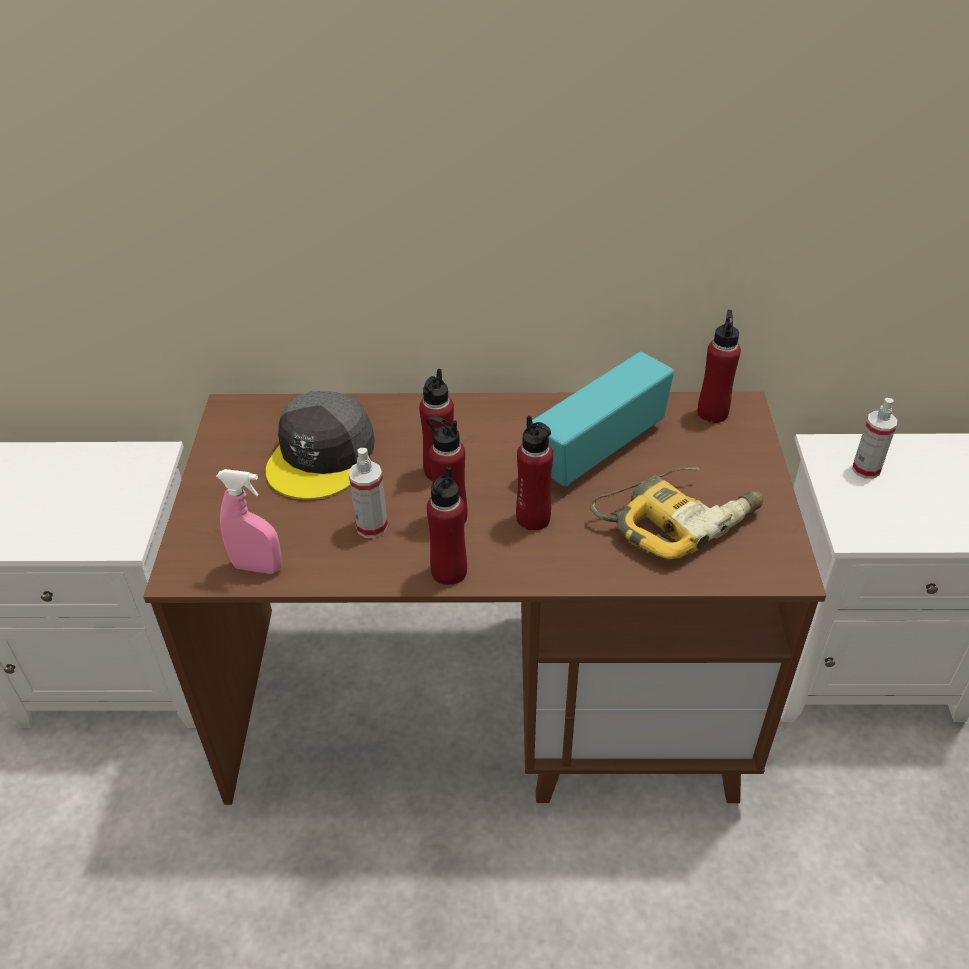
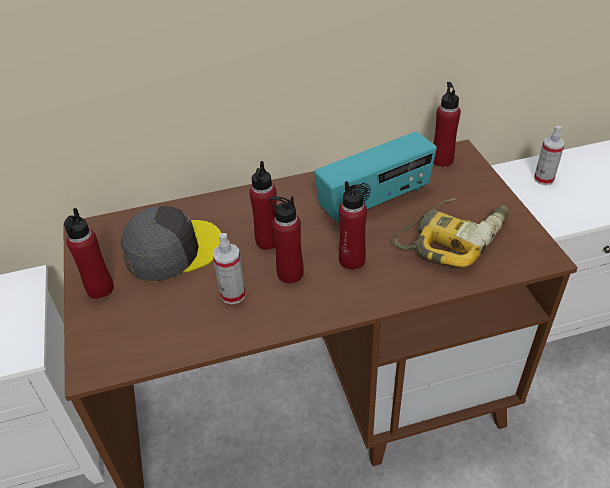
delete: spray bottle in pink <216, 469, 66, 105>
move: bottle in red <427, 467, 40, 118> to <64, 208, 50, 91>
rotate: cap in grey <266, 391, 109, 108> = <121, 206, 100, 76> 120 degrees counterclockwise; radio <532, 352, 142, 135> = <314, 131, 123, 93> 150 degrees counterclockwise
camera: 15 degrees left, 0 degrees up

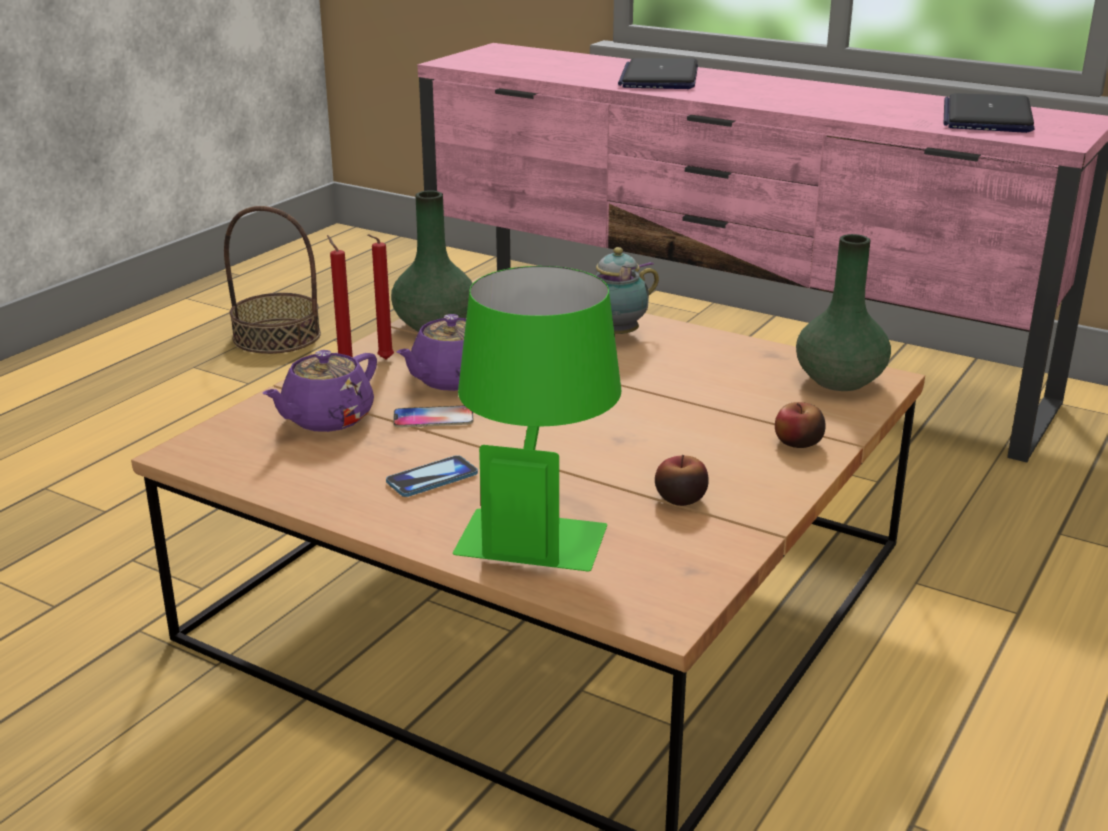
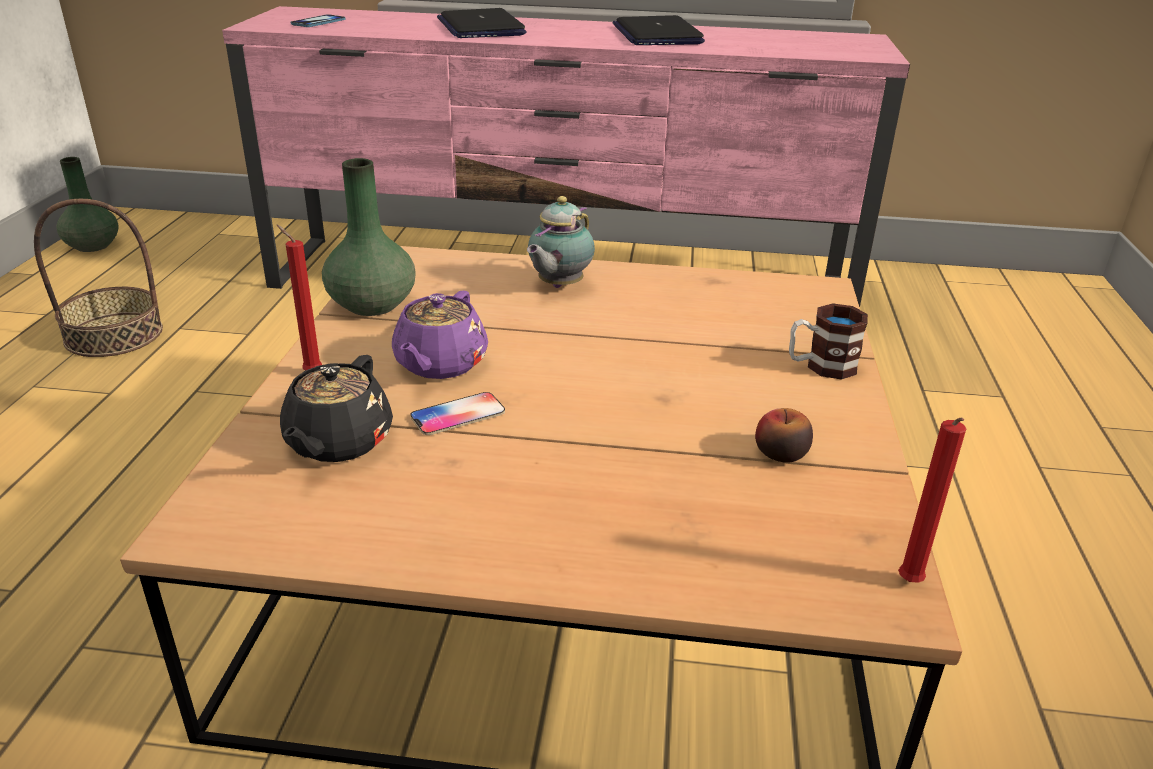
delete: table lamp in green <453, 266, 168, 305>
move: candle in red <367, 234, 27, 125> to <898, 418, 68, 165>; phone <386, 455, 92, 42> to <291, 14, 55, 13>; vase in green <796, 234, 95, 157> to <56, 157, 63, 95>; laptop <943, 93, 91, 40> to <612, 15, 93, 30>
replace: apple <775, 402, 51, 46> to mug <789, 303, 79, 76>
recolor: teapot in purple <263, 350, 114, 82> to teapot in black <280, 355, 113, 107>
camera: 25 degrees left, 5 degrees up

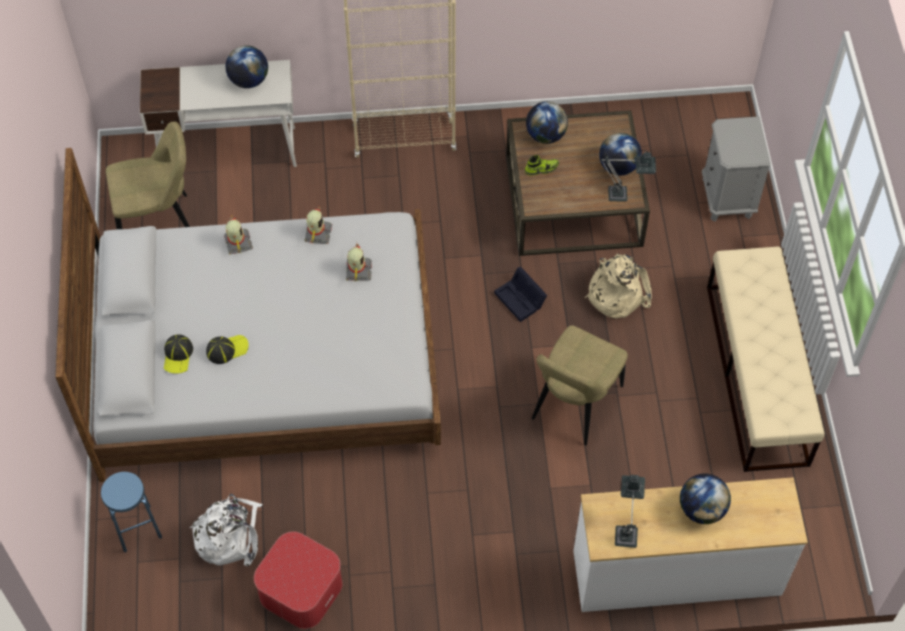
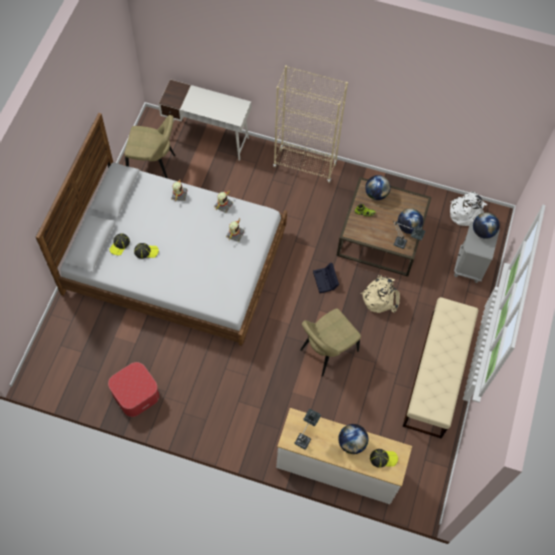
delete: stool in blue <101, 472, 61, 81>
insert: cap <370, 449, 28, 19>
move: backpack in white <190, 494, 72, 73> to <450, 192, 38, 34>; globe <225, 45, 43, 43> to <473, 212, 27, 27>
camera: 20 degrees right, 5 degrees up

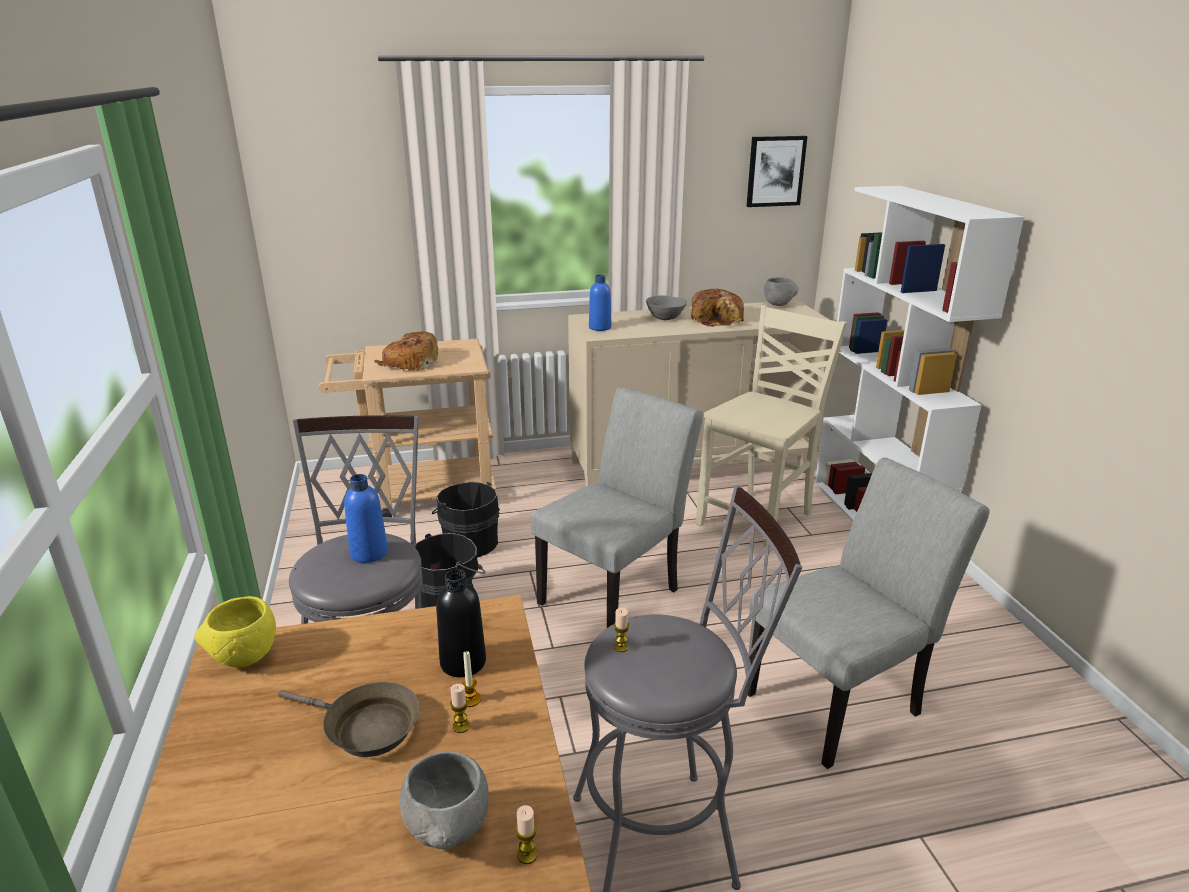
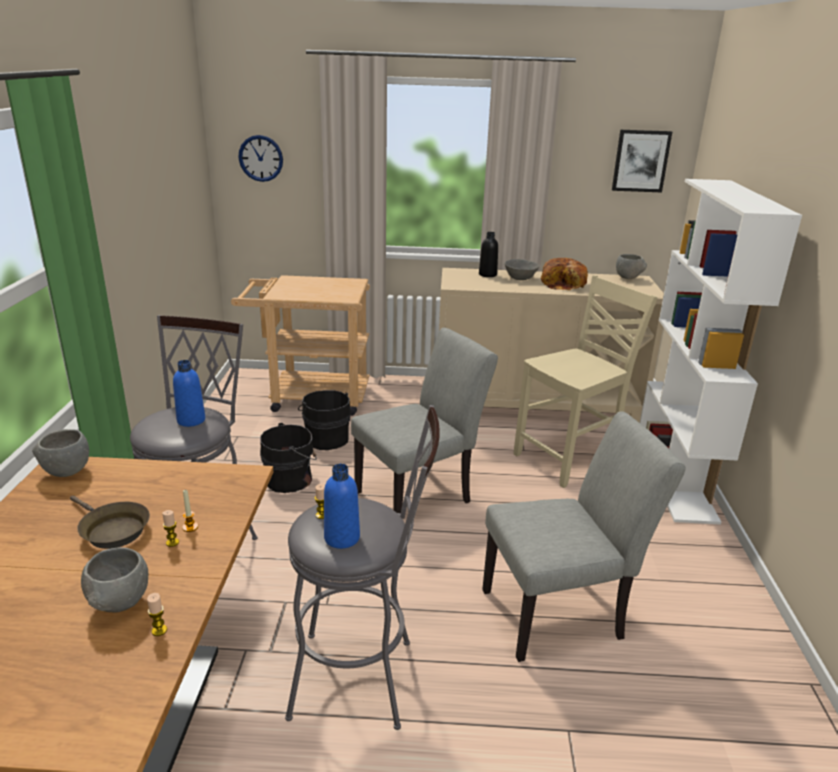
delete: bread <374, 331, 64, 40>
insert: wall clock <238, 135, 45, 47>
move: bottle in black <436, 569, 50, 108> to <479, 232, 19, 45>; bottle in blue <589, 275, 22, 56> to <324, 464, 36, 85>
recolor: bowl in yellow <194, 596, 82, 71> to bowl in grey <32, 429, 57, 48>
camera: 15 degrees right, 0 degrees up

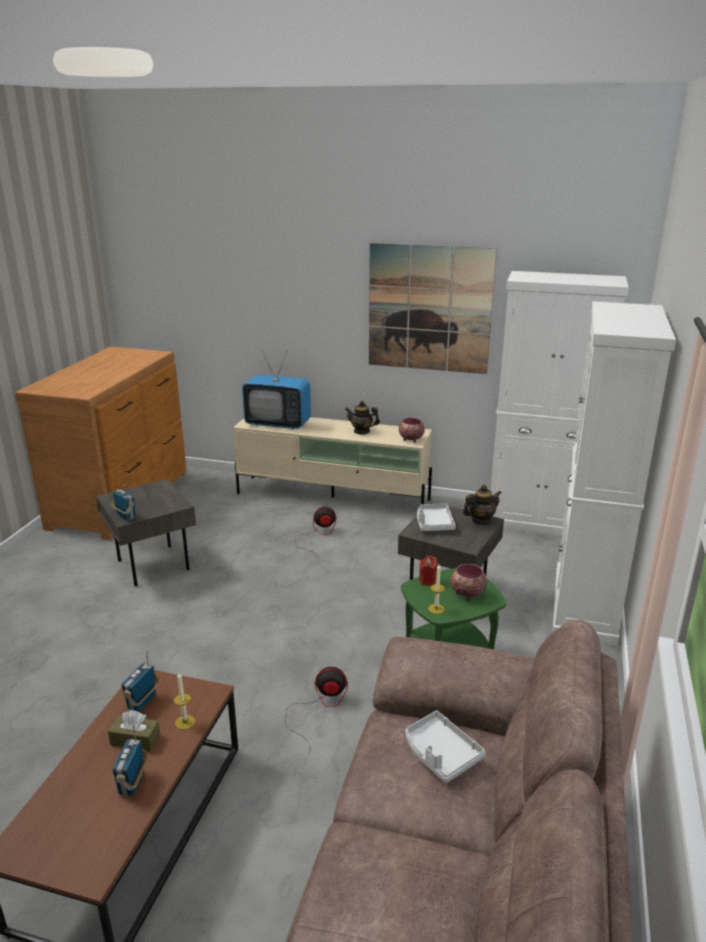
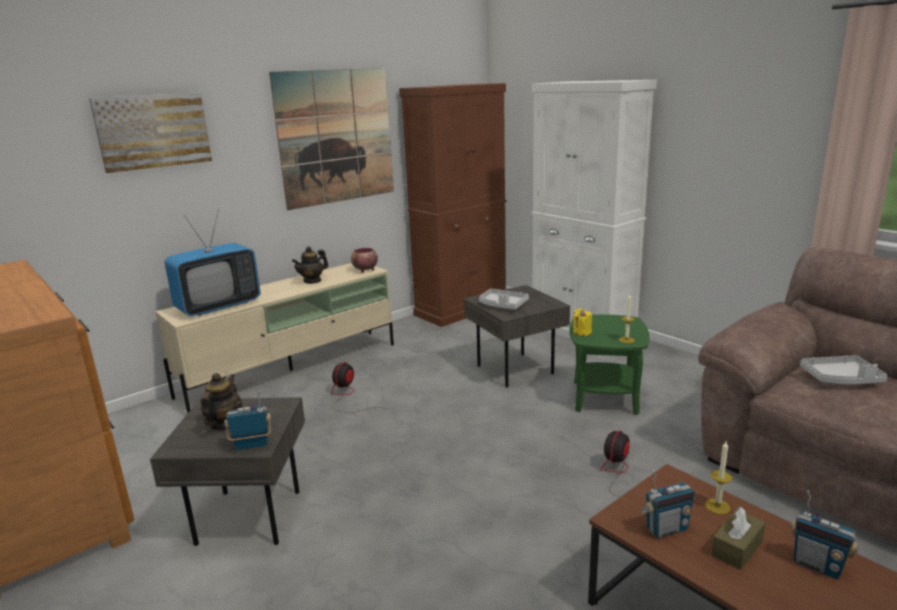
delete: bowl <451, 564, 36, 37>
insert: picture <89, 93, 123, 80>
move: teapot <463, 485, 39, 39> to <201, 373, 41, 58>
recolor: candle in red <419, 556, 19, 30> to candle in yellow <573, 308, 19, 28>; cabinet in white <491, 271, 138, 265> to cabinet in brown <399, 83, 107, 244>
rotate: radio <122, 650, 38, 62> = <640, 470, 55, 68> 75 degrees counterclockwise
camera: 55 degrees left, 5 degrees down

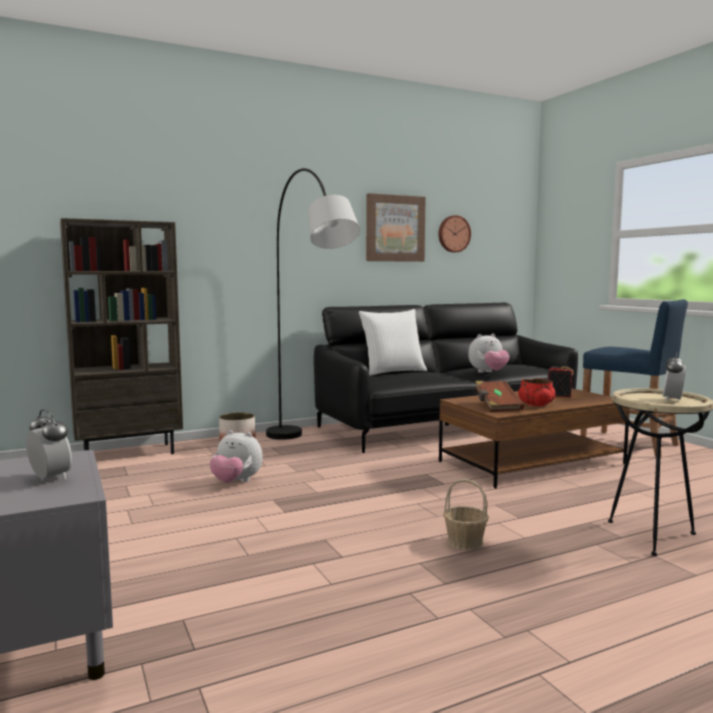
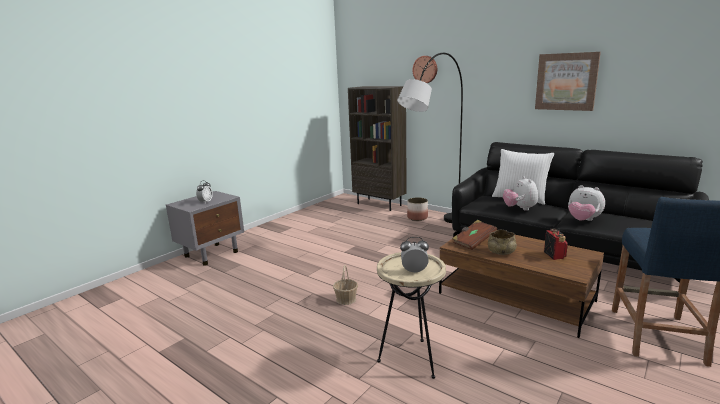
move: plush toy <210, 430, 53, 53> to <503, 176, 35, 35>; wall clock <439, 215, 32, 37> to <413, 56, 24, 27>
recolor: bowl in red <518, 379, 37, 27> to bowl in beige <488, 230, 29, 25>
camera: 65 degrees right, 10 degrees up

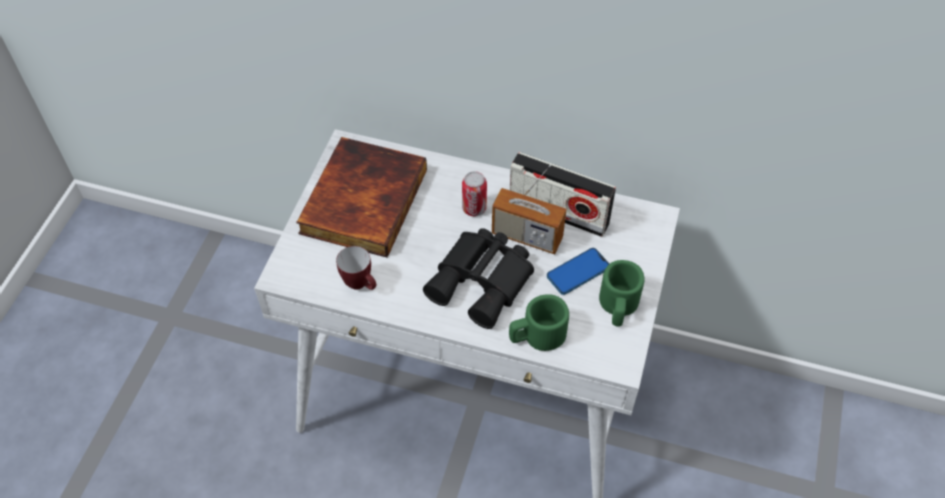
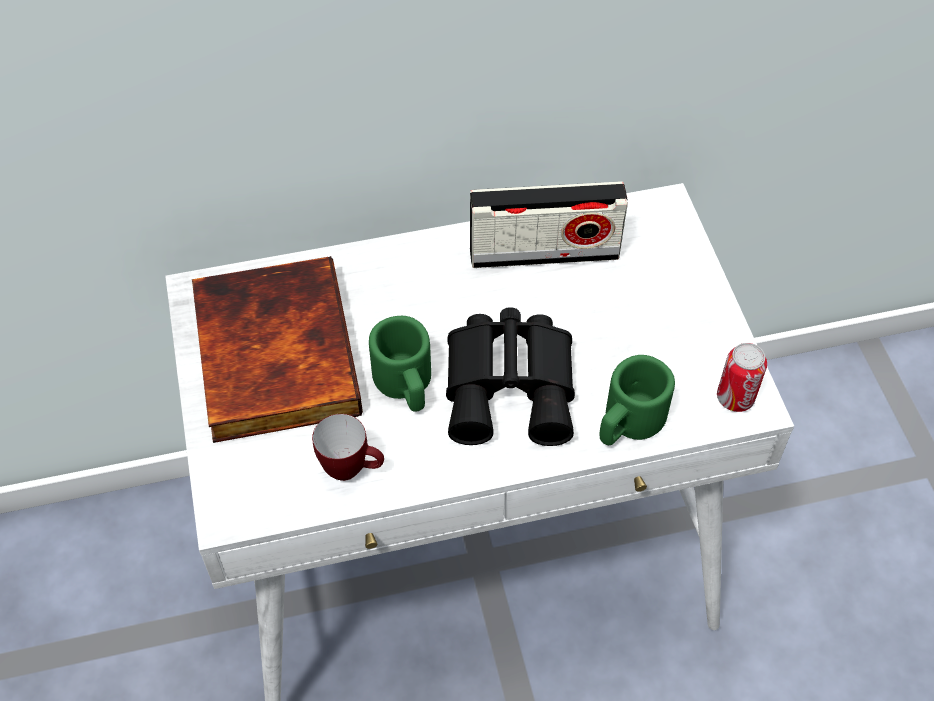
delete: radio <492, 165, 75, 89>; phone <547, 248, 62, 47>
move: can <462, 171, 25, 45> to <717, 343, 50, 69>; mug in green <599, 260, 45, 66> to <369, 316, 62, 96>
camera: 30 degrees left, 0 degrees up

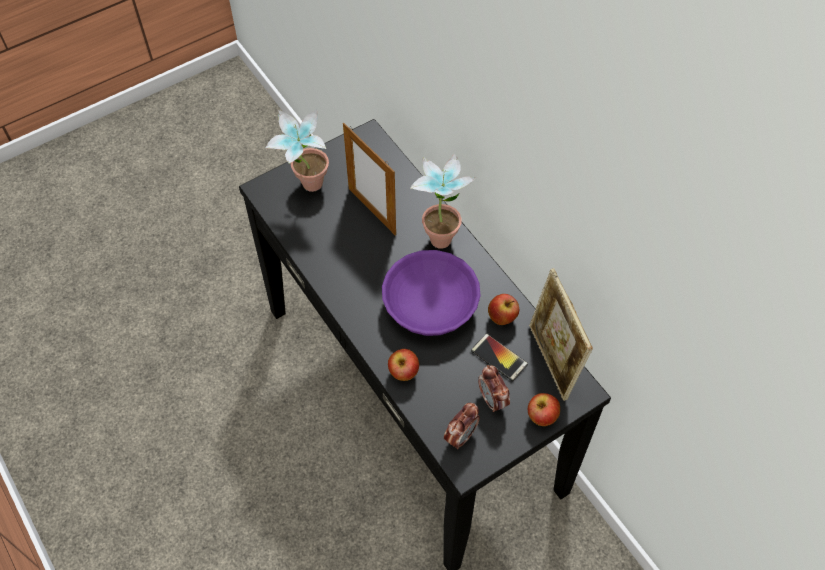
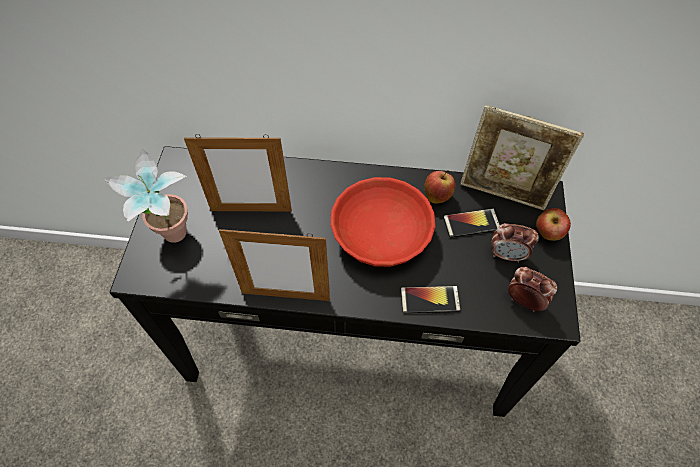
delete: potted plant <410, 154, 66, 95>
insert: picture frame <219, 227, 111, 74>
replace: apple <388, 349, 31, 32> to phone <400, 286, 61, 27>
recolor: bowl in purple <382, 250, 99, 86> to bowl in red <330, 177, 105, 90>
rotate: alarm clock <444, 403, 36, 46> = <508, 267, 49, 45> 45 degrees counterclockwise
camera: 50 degrees left, 0 degrees up

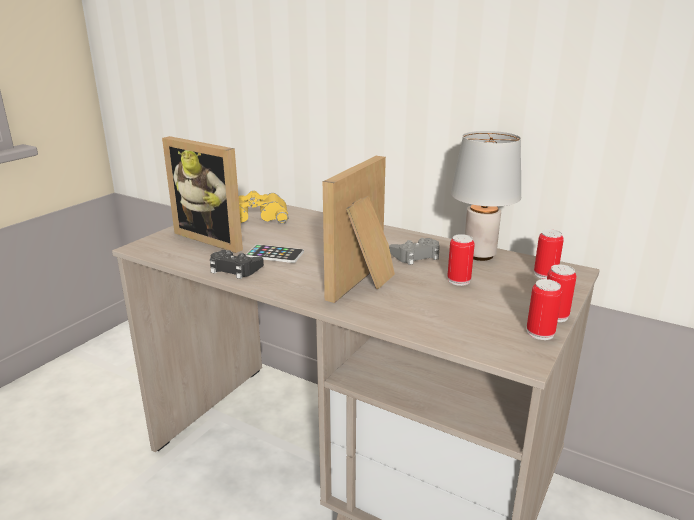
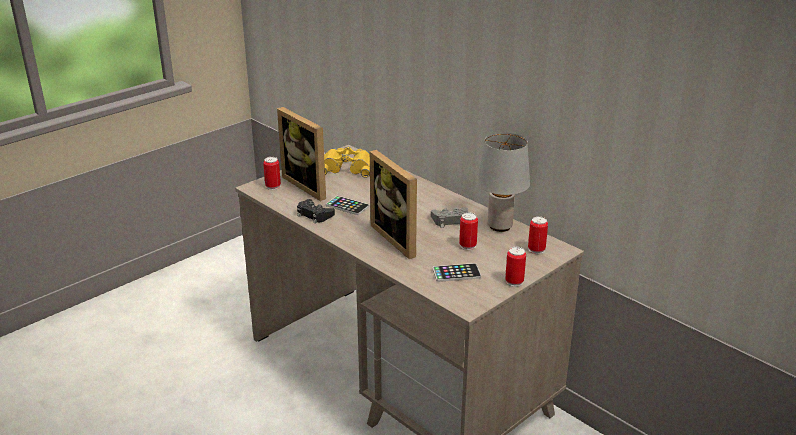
insert: phone <433, 263, 48, 19>
move: can <527, 279, 35, 61> to <263, 157, 18, 33>
rotate: picture frame <323, 156, 72, 147> = <370, 150, 47, 109> 75 degrees counterclockwise
camera: 15 degrees right, 5 degrees up

